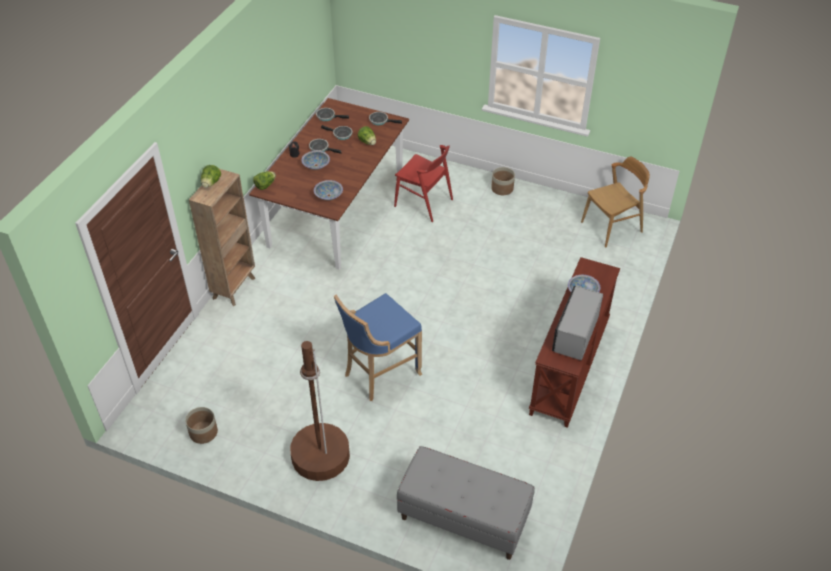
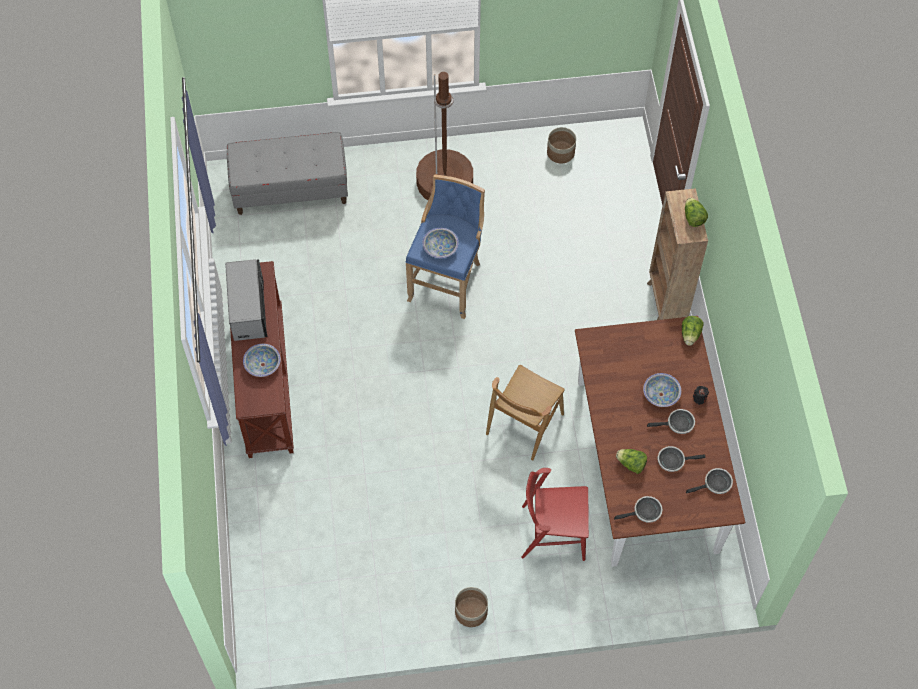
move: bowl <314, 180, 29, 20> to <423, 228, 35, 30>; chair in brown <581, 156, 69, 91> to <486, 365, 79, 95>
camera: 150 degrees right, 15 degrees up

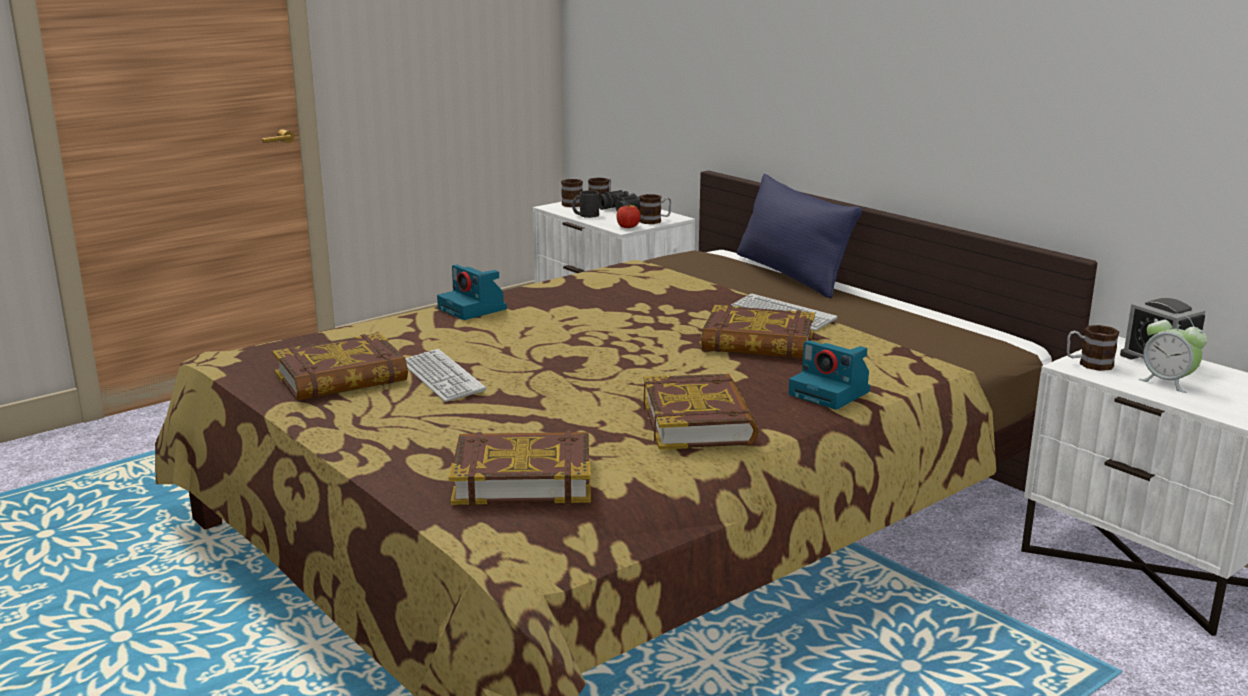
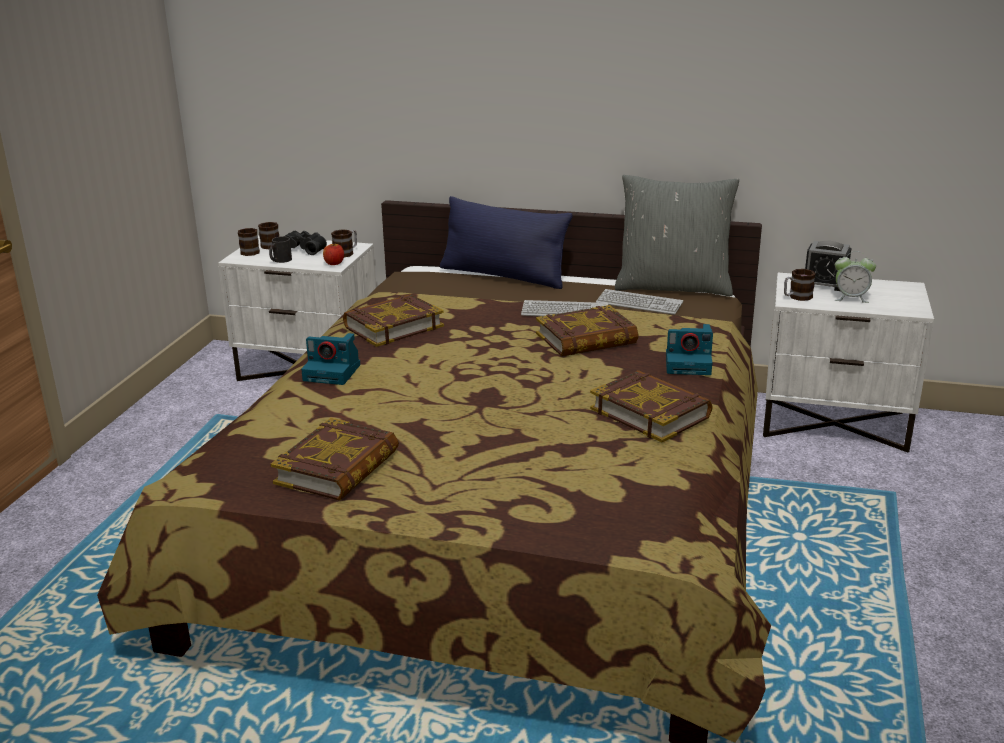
insert: pillow in grey <615, 175, 124, 121>
move: keyboard <405, 349, 81, 53> to <596, 289, 87, 26>; book <449, 431, 142, 75> to <343, 294, 101, 53>
camera: 35 degrees left, 5 degrees up

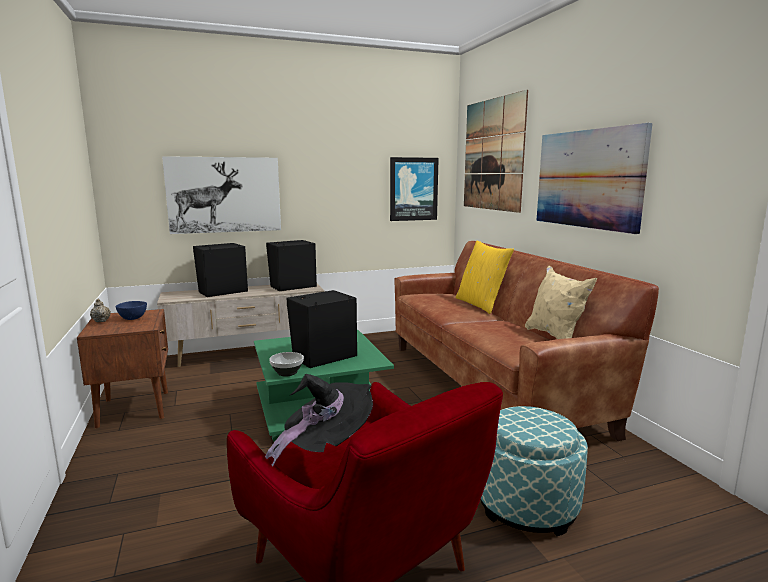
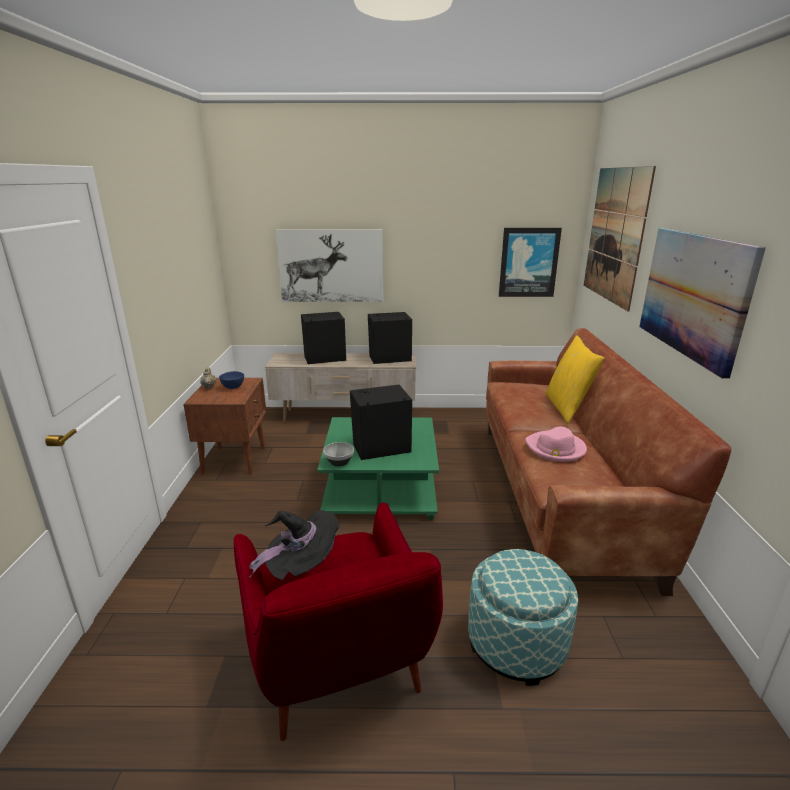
delete: pillow in beige <525, 265, 72, 74>
insert: hat in pink <525, 427, 62, 35>
camera: 20 degrees right, 10 degrees up

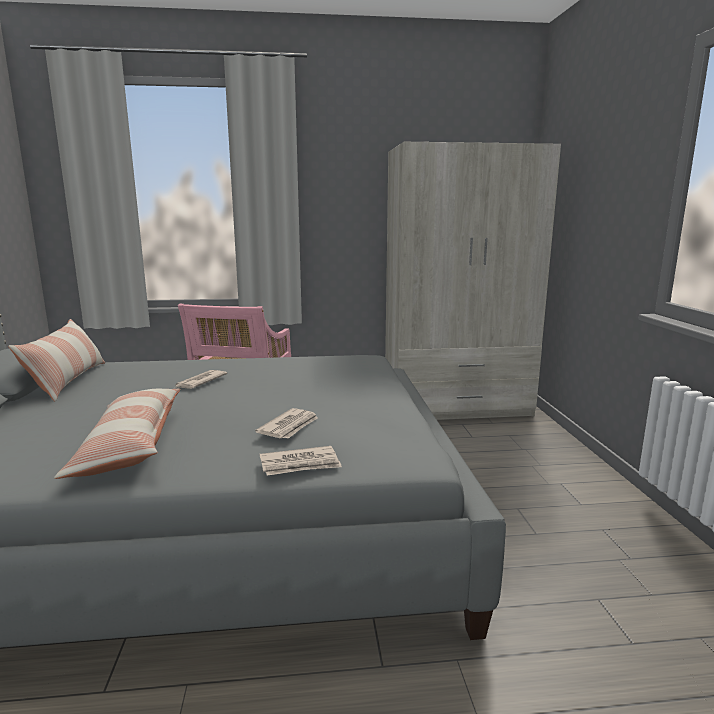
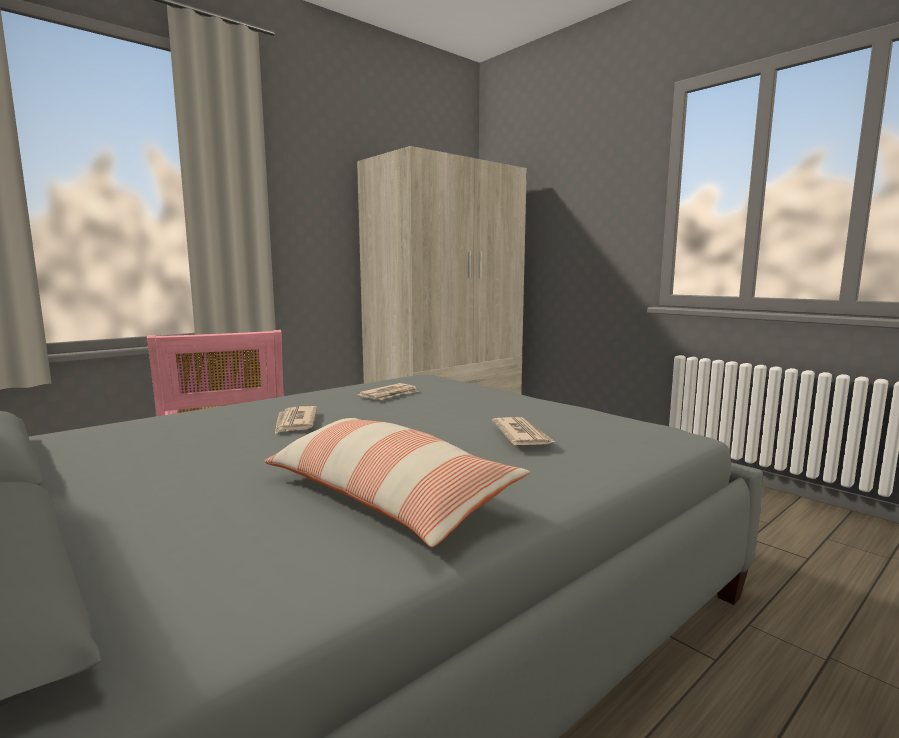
delete: pillow <8, 319, 97, 82>
move: newspaper <260, 446, 82, 30> to <357, 383, 62, 17>
camera: 35 degrees left, 5 degrees down

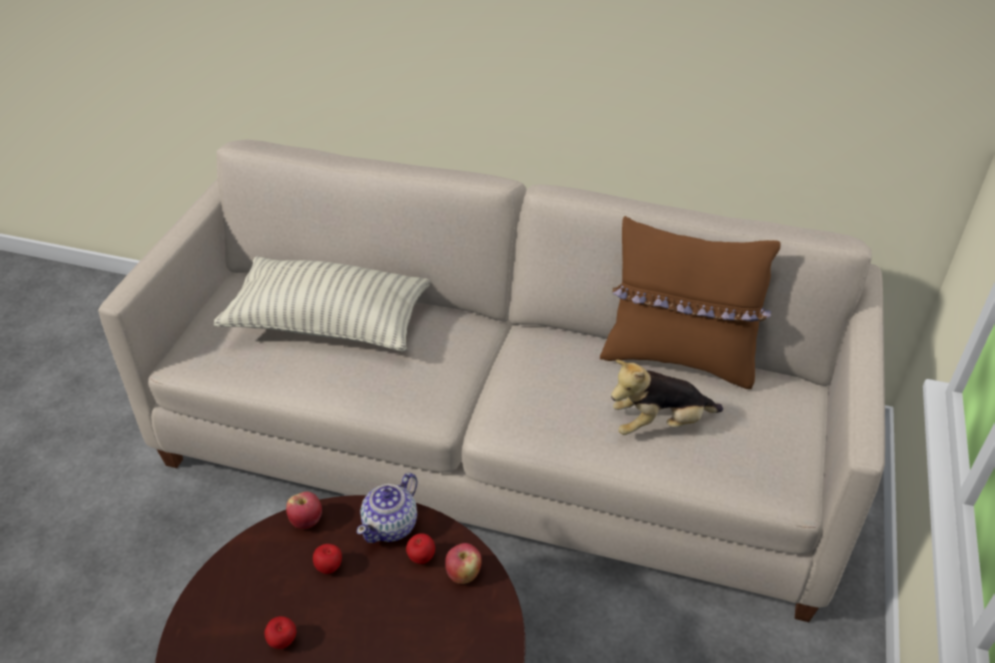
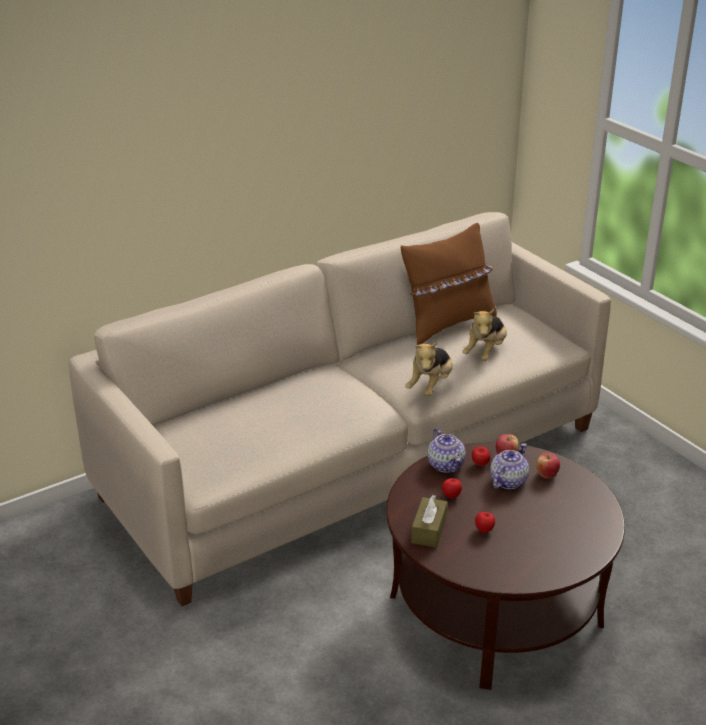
delete: pillow <214, 256, 216, 96>
insert: plush toy <405, 342, 48, 54>; tissue box in brown <411, 495, 36, 53>; teapot <490, 443, 39, 46>
move: apple <286, 492, 36, 37> to <536, 452, 24, 27>
camera: 50 degrees left, 10 degrees down

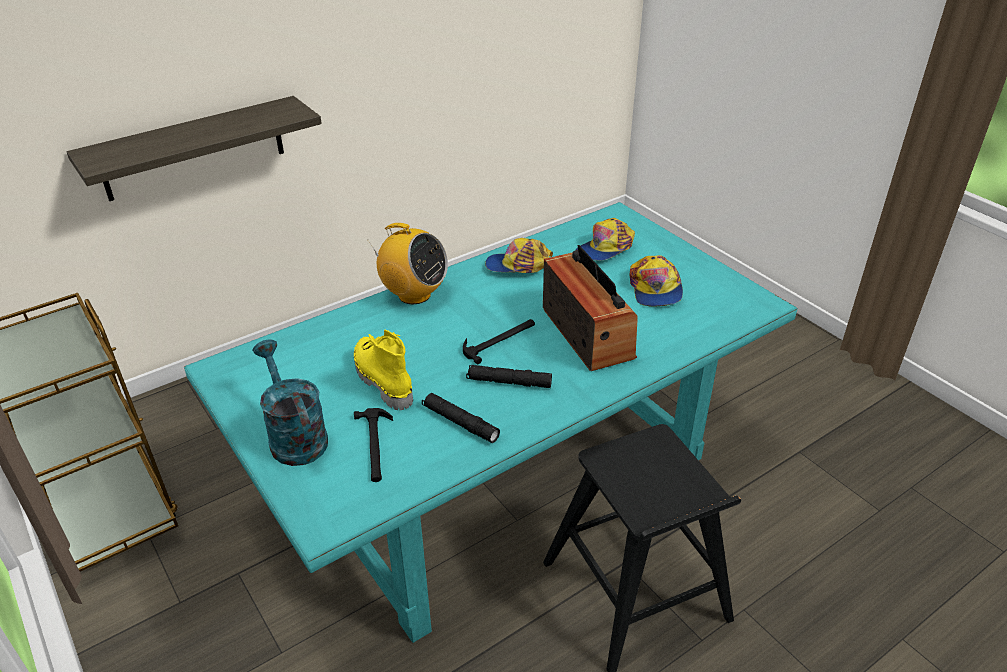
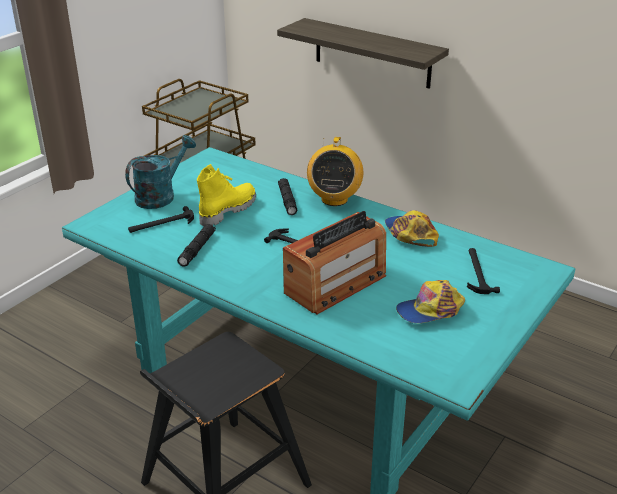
move: flashlight in black <466, 365, 86, 23> to <278, 178, 19, 37>
replace: cap <576, 218, 59, 43> to hammer <467, 248, 33, 46>
camera: 70 degrees right, 5 degrees down

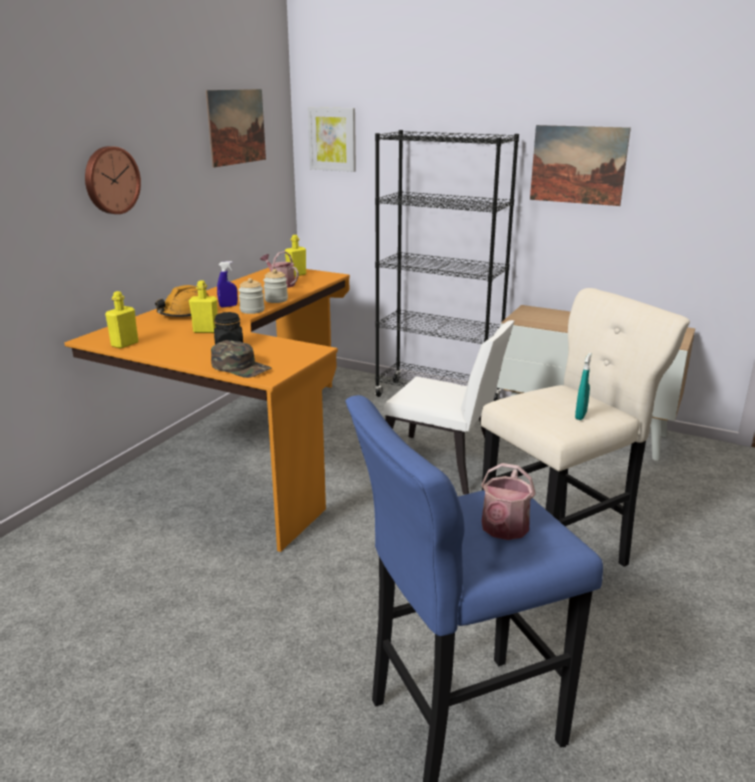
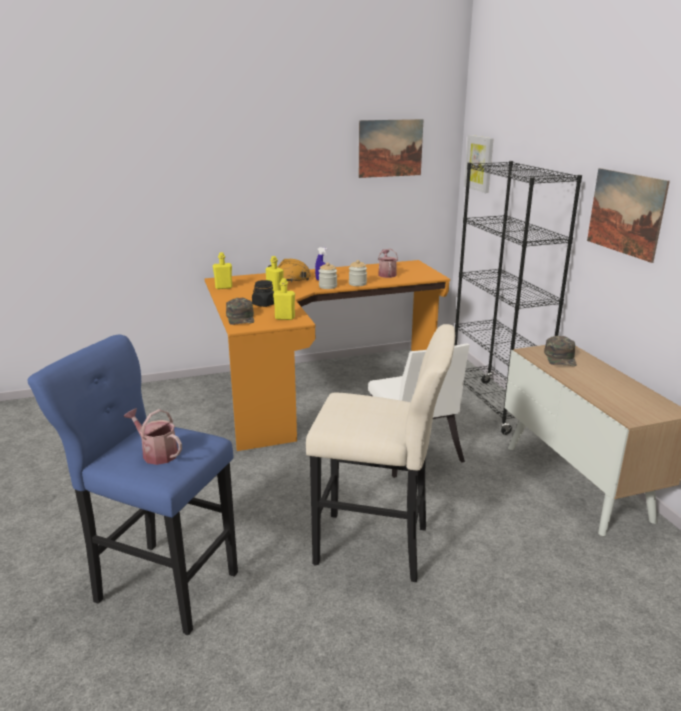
delete: wall clock <85, 146, 56, 68>; spray bottle in turquoise <575, 353, 17, 67>
insert: cap in green <544, 336, 33, 30>
move: bottle in yellow <285, 235, 21, 42> to <273, 278, 22, 42>
rotate: watering can <481, 463, 55, 77> = <124, 408, 58, 57> 60 degrees clockwise
camera: 45 degrees right, 0 degrees up

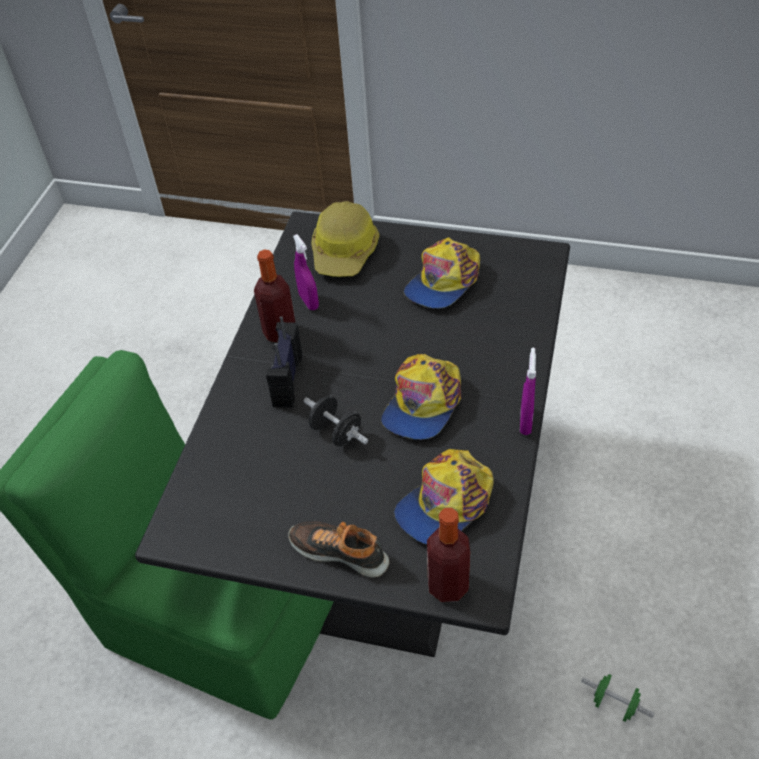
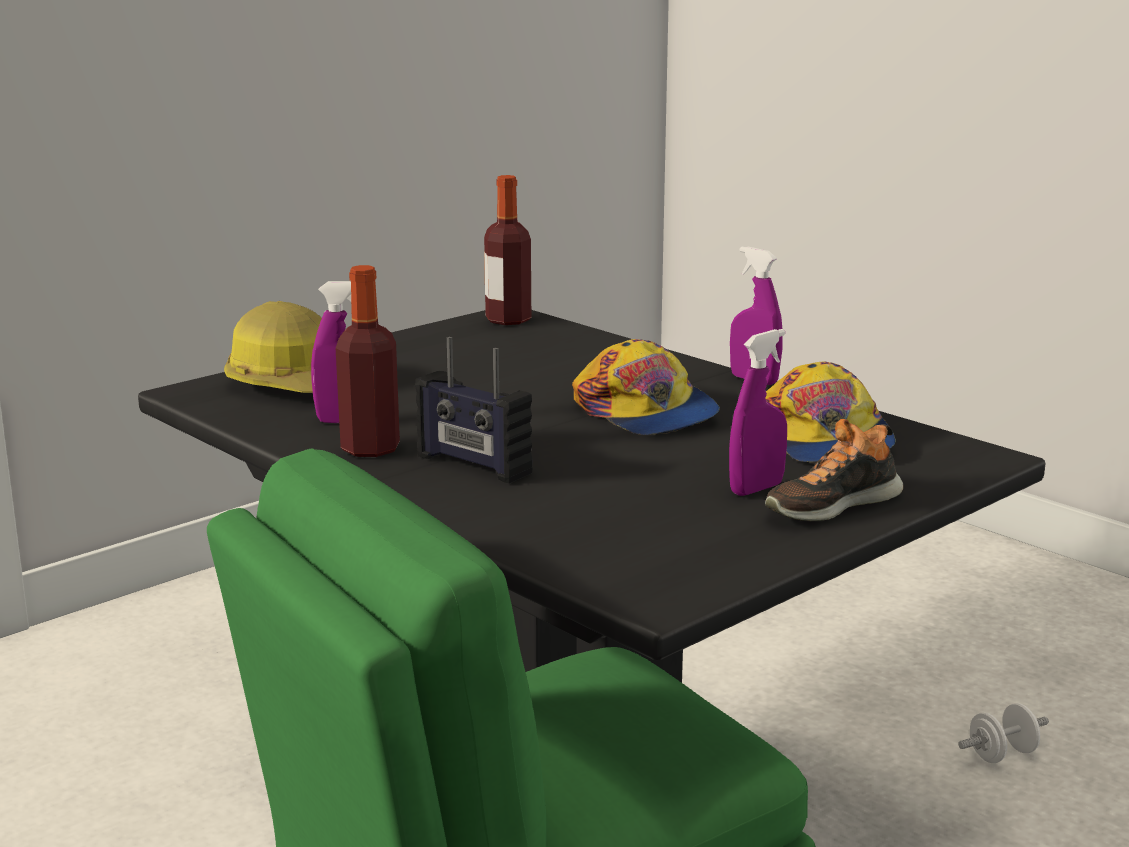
delete: dumbbell in black <304, 395, 64, 52>; cap <404, 237, 76, 71>
insert: spray bottle in purple <729, 329, 58, 167>
move: bottle <427, 508, 43, 94> to <484, 175, 47, 150>
recolor: dumbbell in green <581, 674, 74, 48> to dumbbell in white <958, 703, 91, 60>
camera: 60 degrees left, 30 degrees down

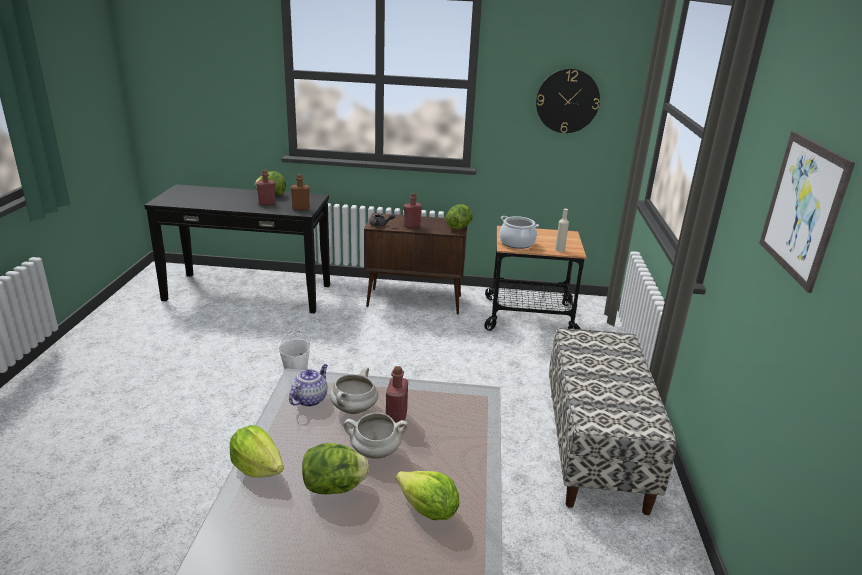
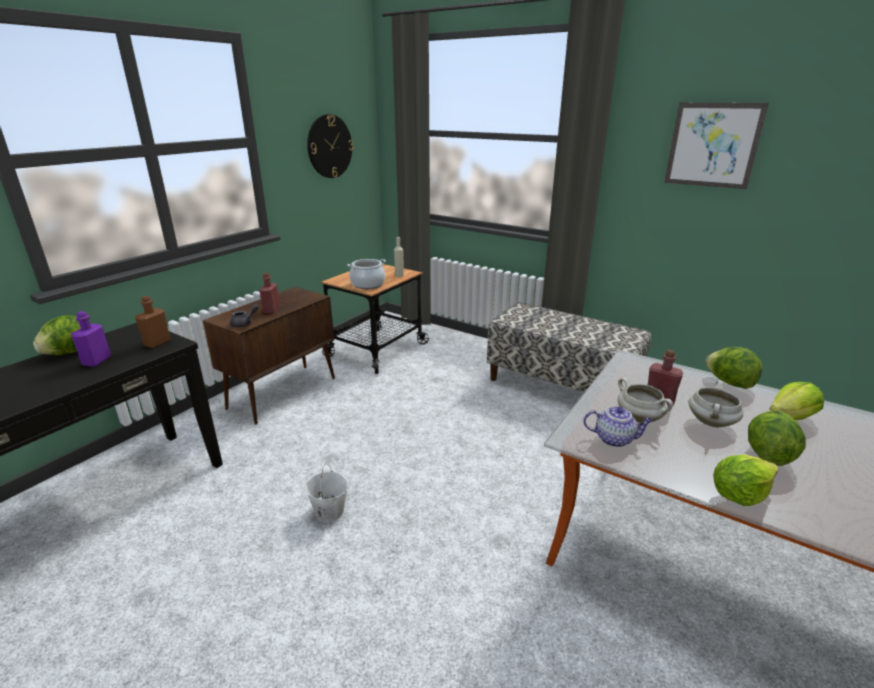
move: lettuce <446, 204, 27, 26> to <705, 347, 57, 42>
recolor: bottle in red <256, 170, 20, 35> to bottle in purple <71, 311, 40, 56>
rotate: teapot <289, 364, 39, 43> = <583, 406, 70, 41> 135 degrees clockwise
camera: 60 degrees left, 0 degrees up

